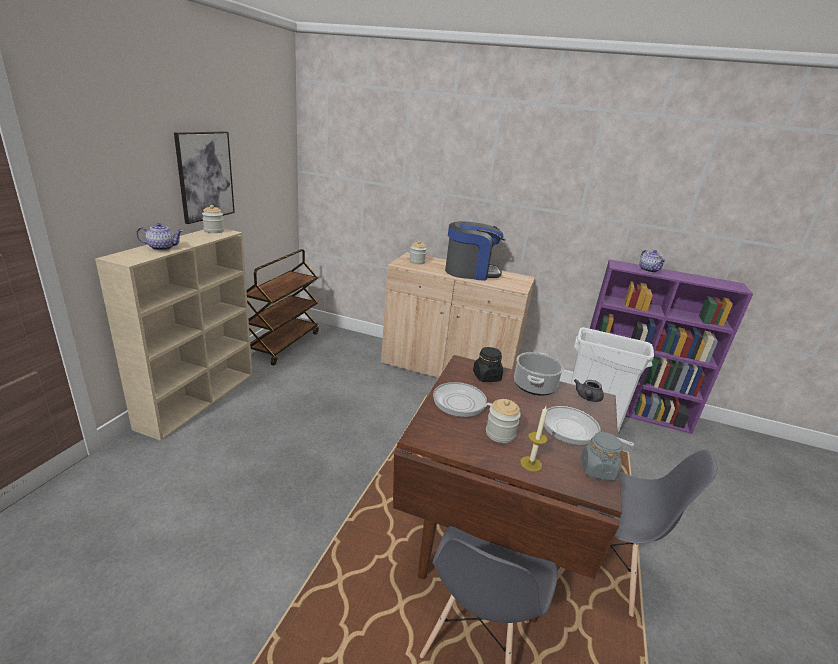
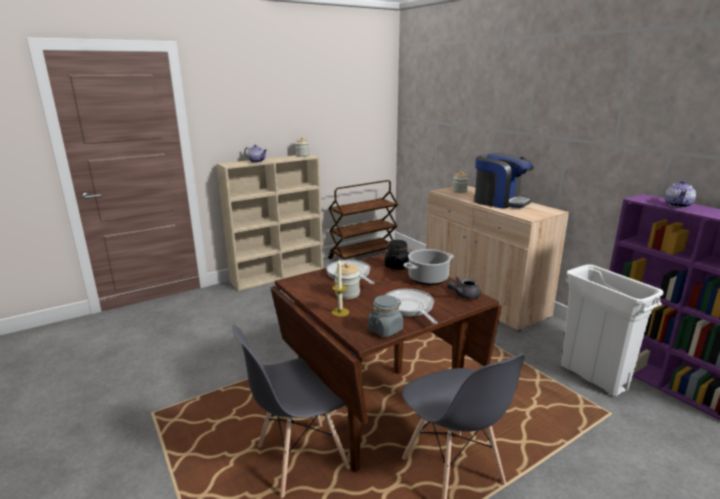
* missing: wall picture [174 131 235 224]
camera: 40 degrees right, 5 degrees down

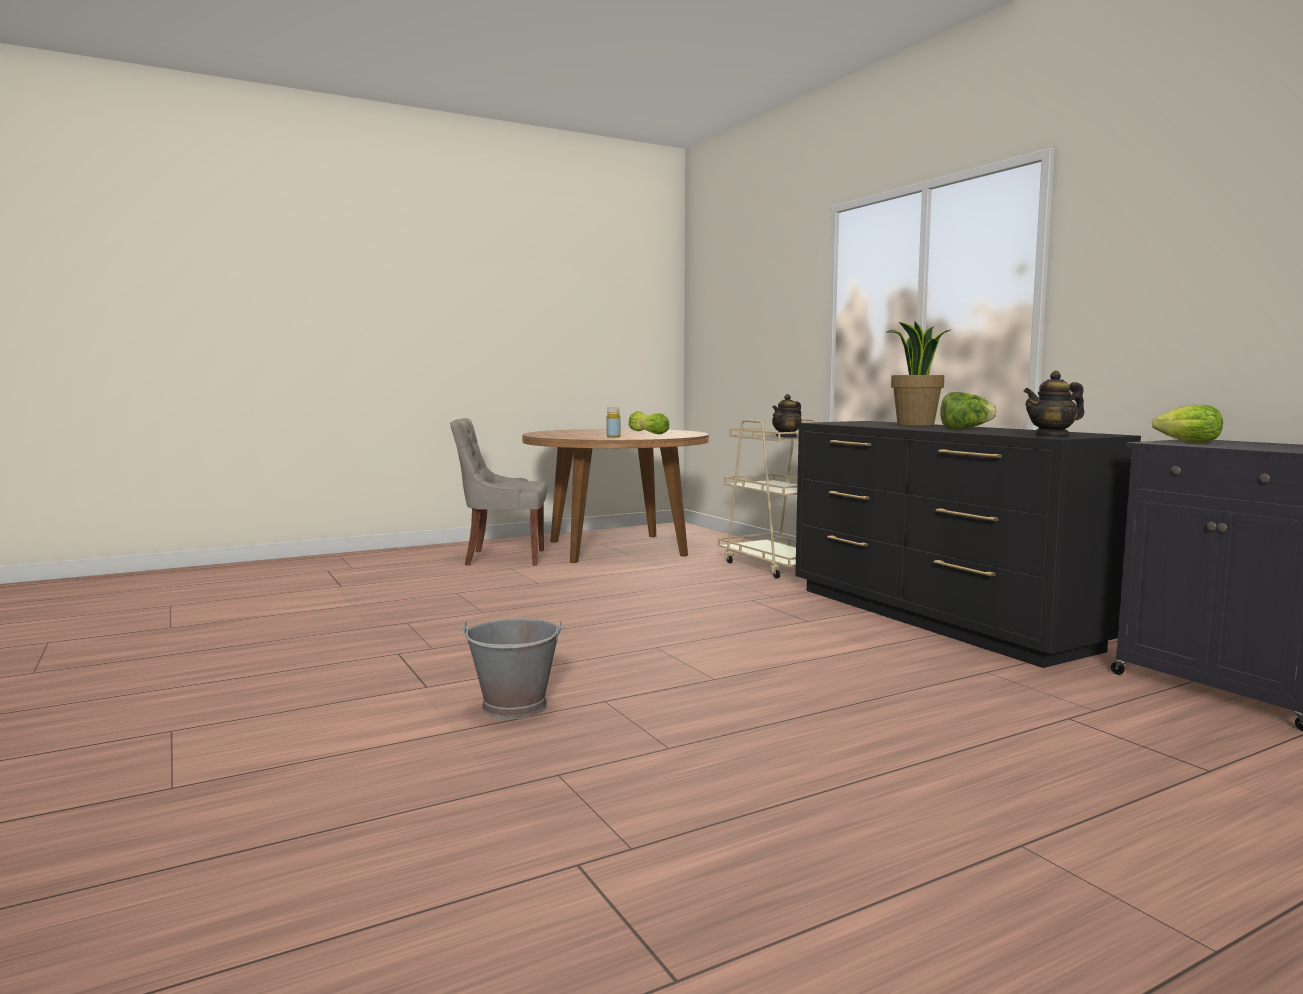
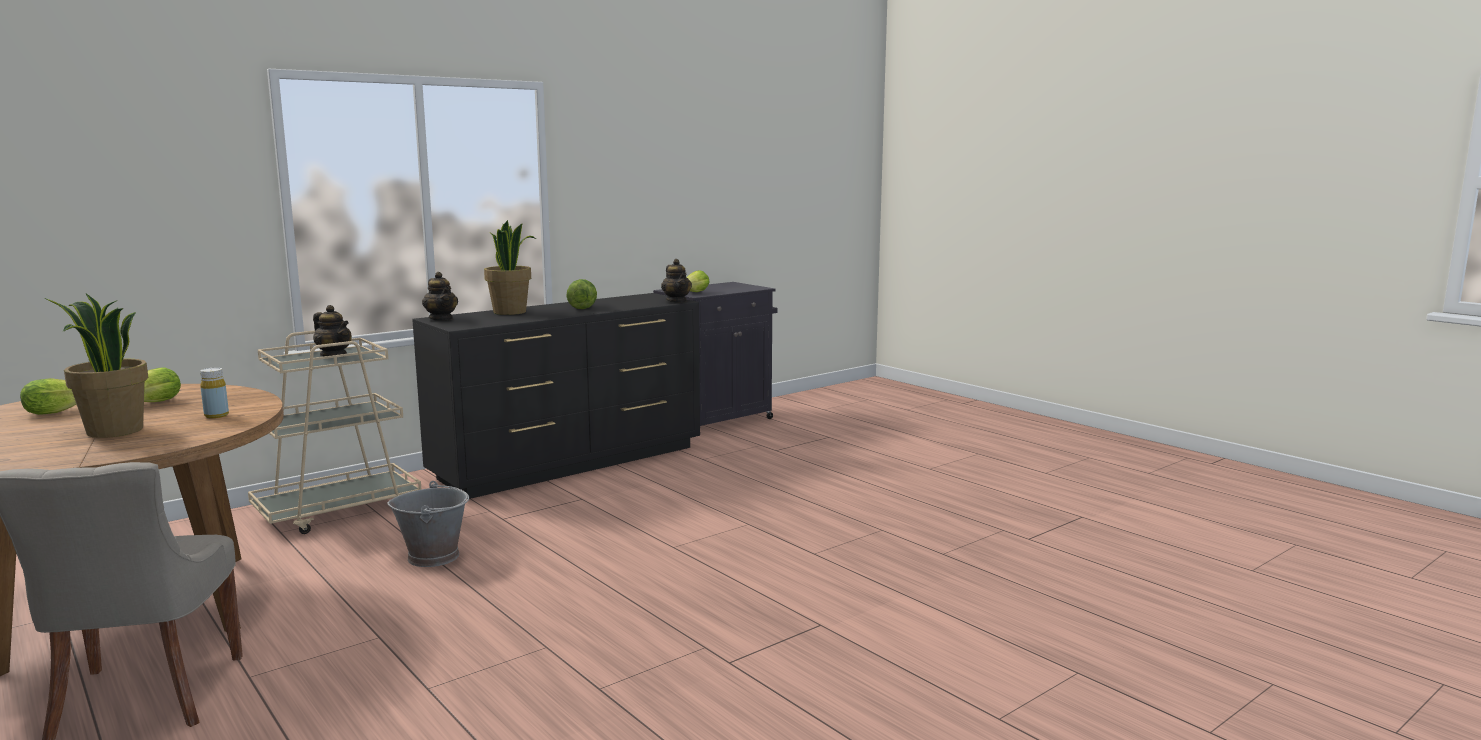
* appeared: houseplant [45 294 149 438]
* appeared: pot for tea [422 272 458 320]
* relocated: water bucket/gray [460 618 565 719] to [387 481 469 567]
camera: 100 degrees left, 5 degrees up

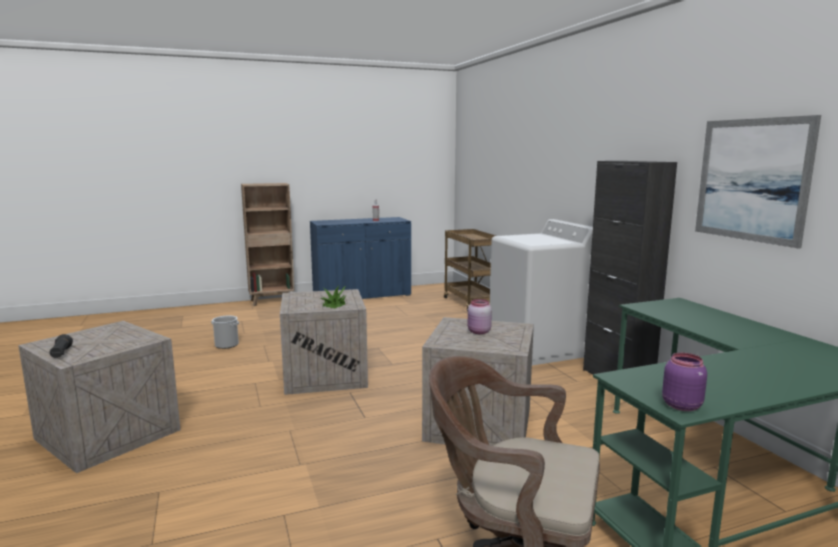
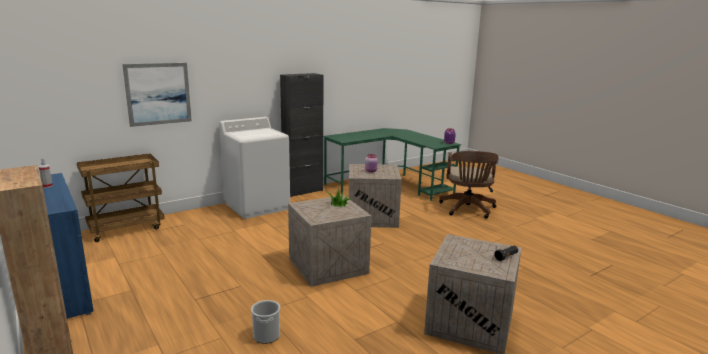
* relocated: wall picture [695 115 821 249] to [122 63 192 127]
camera: 105 degrees left, 5 degrees up

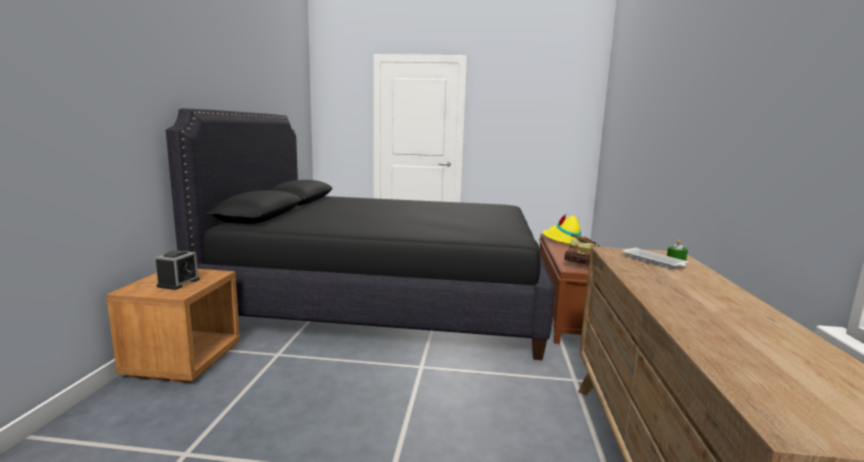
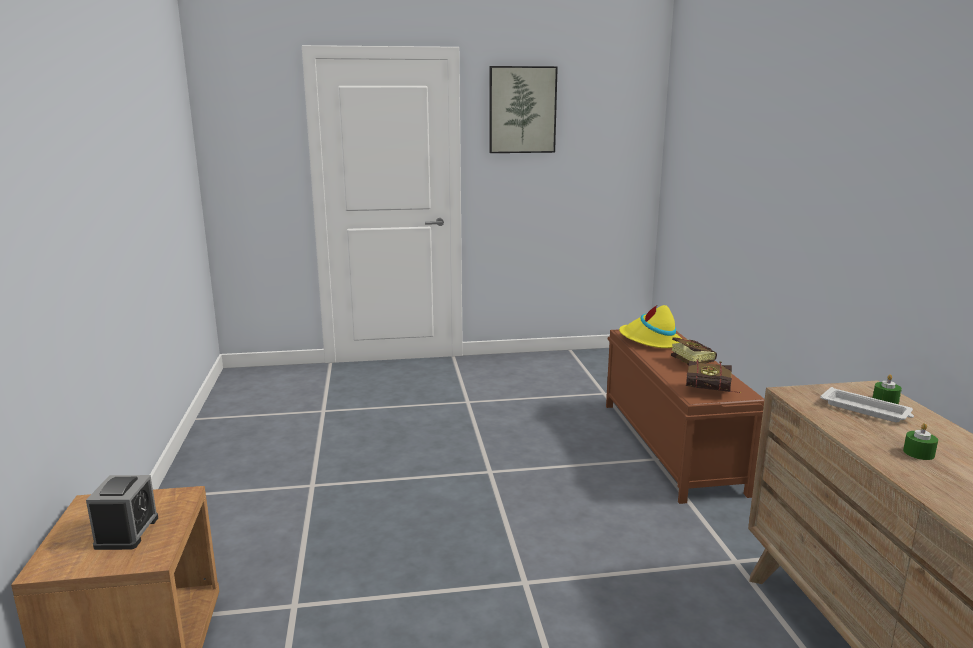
* missing: sleeping bed/blackish [166 108 554 360]
* appeared: wall picture [489 66 558 153]
* appeared: wax light/green [903 423 938 460]
camera: 15 degrees left, 5 degrees up

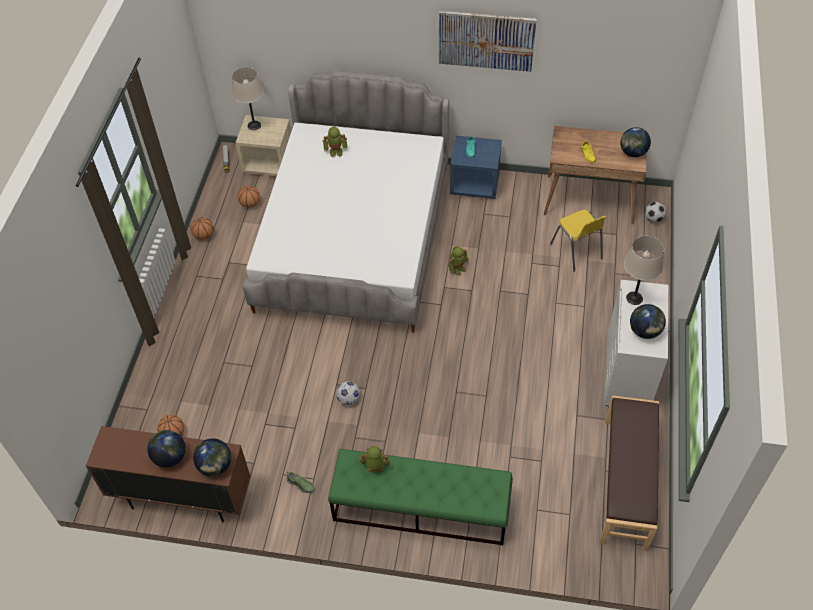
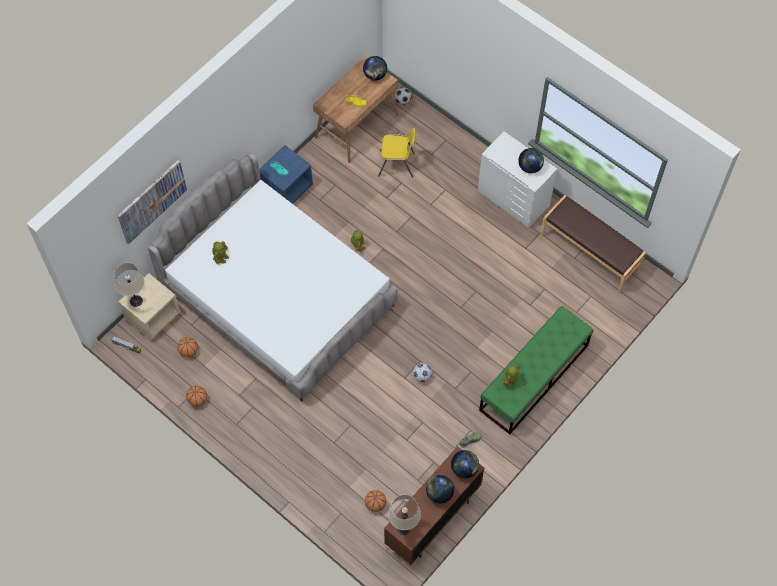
* relocated: wall picture [439 11 537 72] to [117 160 187 244]
* relocated: lamp for a table/sand-coloured [624 236 664 305] to [388 495 421 535]
camera: 60 degrees left, 10 degrees up

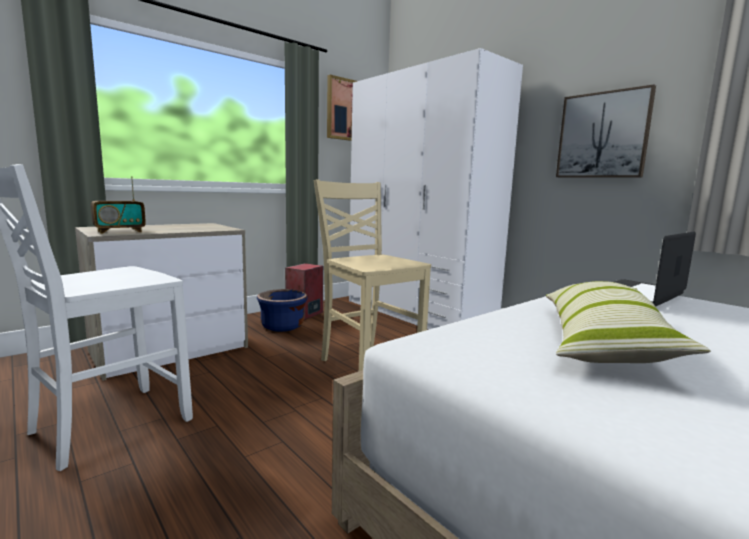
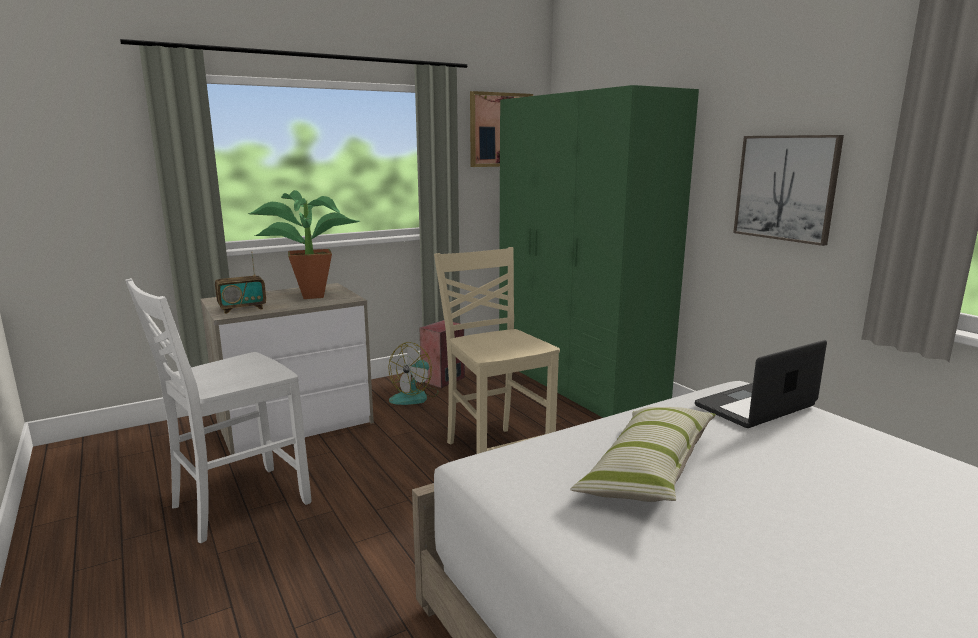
* appeared: houseplant [248 190 360 299]
* exchanged: plant pot/bluish [257 289 307 332] to fan [388 342 439 405]
* colour: wardrobe/white-coloured [349 48 523 330] to wardrobe/green [499 85 699 418]
camera: 10 degrees right, 5 degrees up

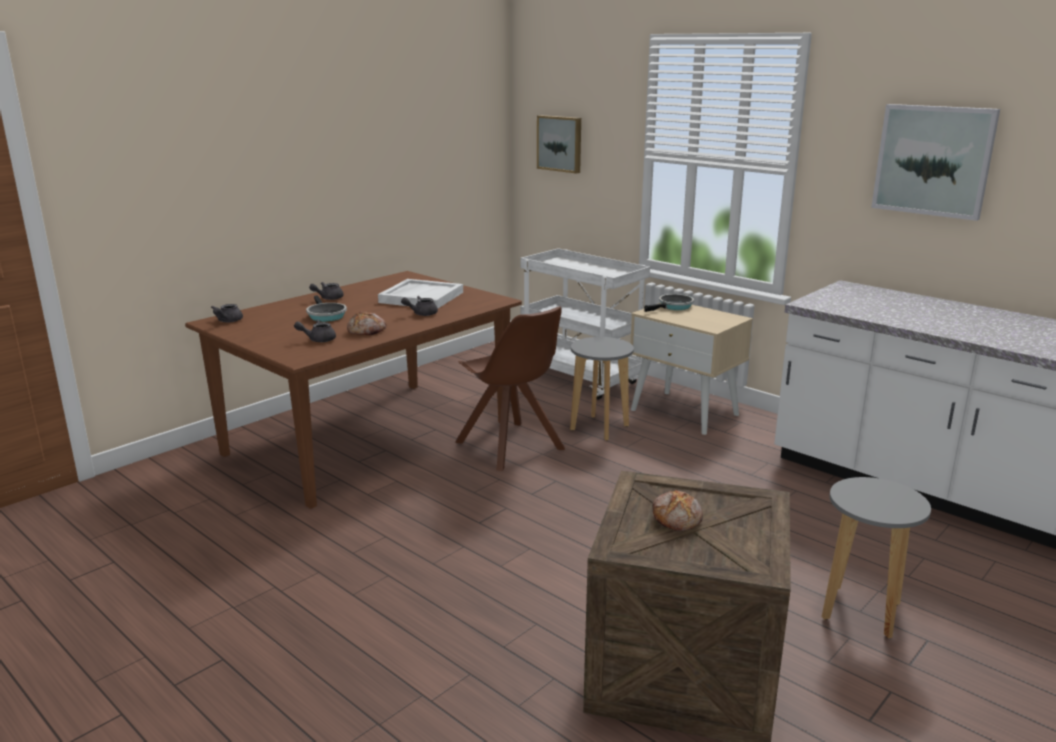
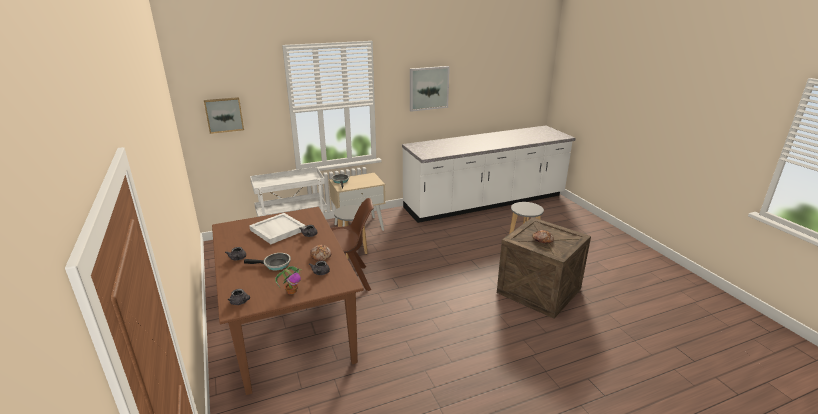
* appeared: houseplant [275 266 301 294]
camera: 65 degrees left, 5 degrees up

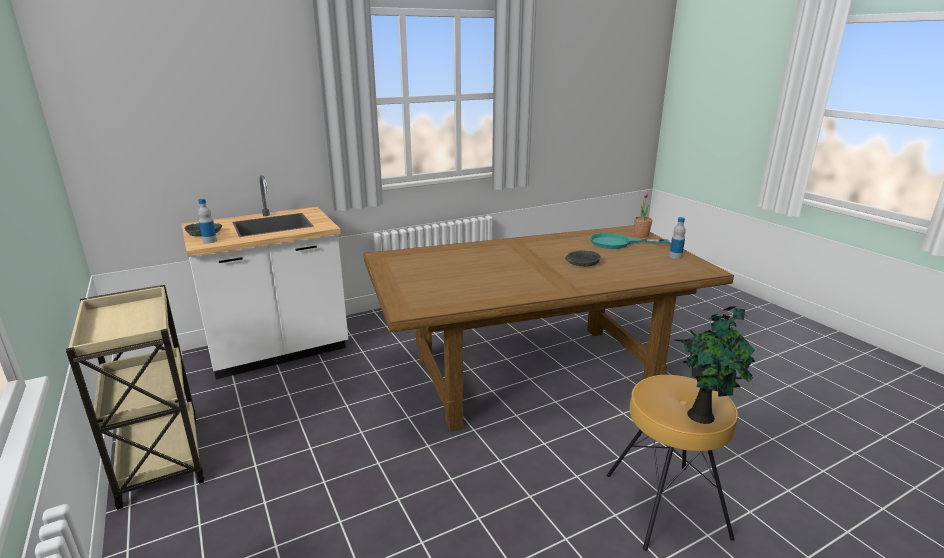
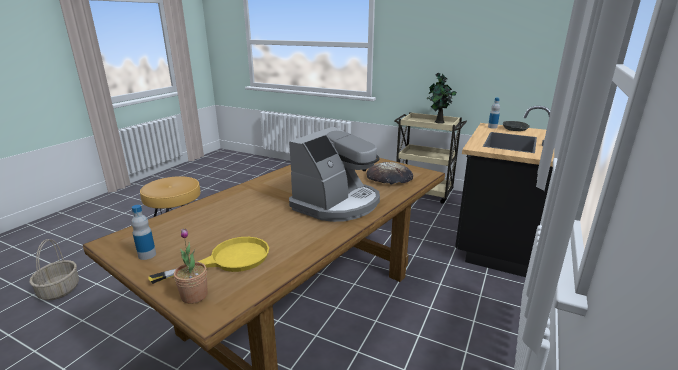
* missing: deep dish/gray [565 250 601 267]
* appeared: basket [29 239 79 300]
* appeared: coffee machine [289 126 380 222]
* appeared: baked bread [367 162 413 185]
* relocated: houseplant [675 306 756 424] to [427 72 457 124]
* colour: kitchen base unit/white-coloured [181 175 348 379] to kitchen base unit/blackish [455 106 554 277]
* colour: frying pan/blue-green [590 233 670 249] to frying pan/yellow-coloured [149 237 269 284]
camera: 145 degrees right, 0 degrees up

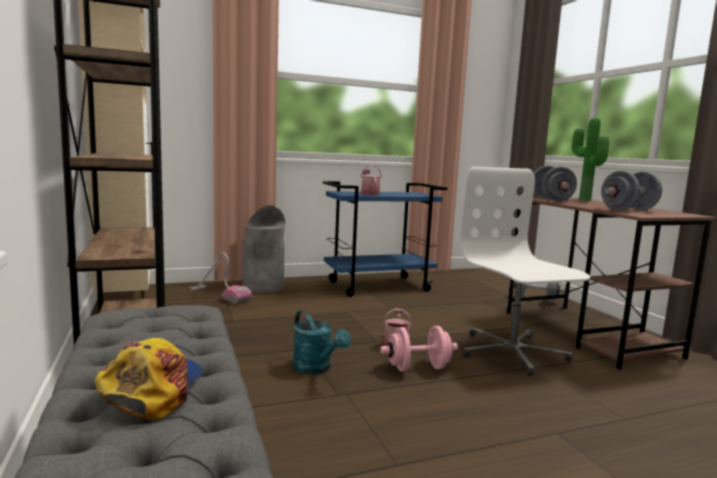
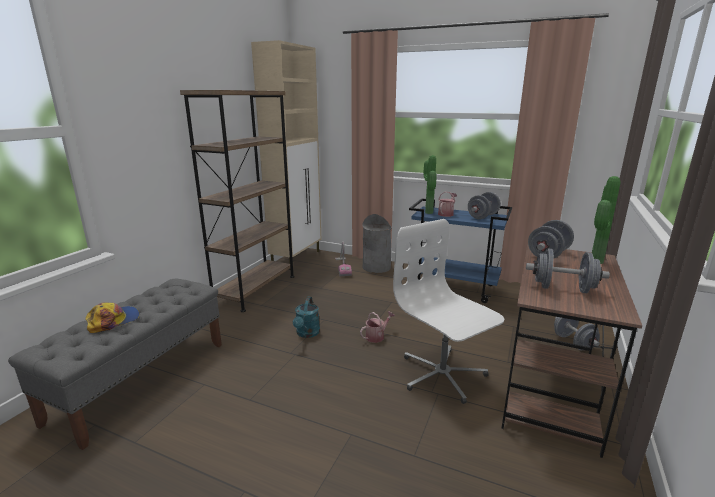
* missing: free weight/pink-coloured [380 326 458 371]
* appeared: houseplant [423 155 437 214]
* appeared: free weight/gray [468 192 501 219]
* spun: office chair/white-coloured [460 167 590 376] = [393 219 504 404] 60 degrees counterclockwise
camera: 45 degrees right, 10 degrees up

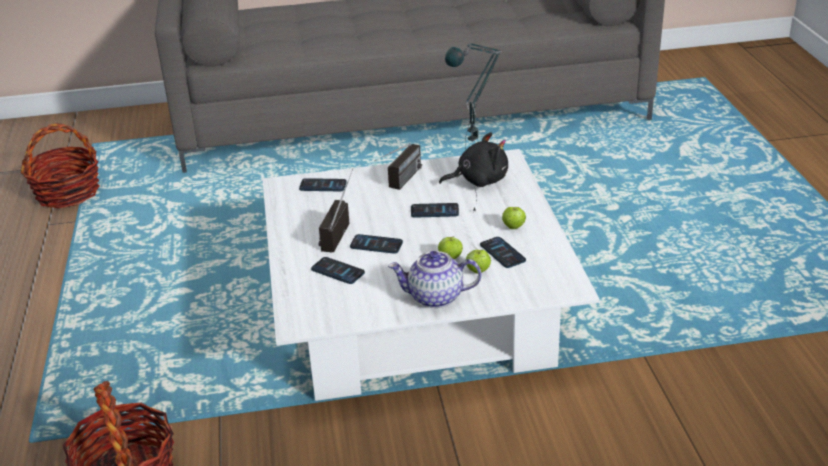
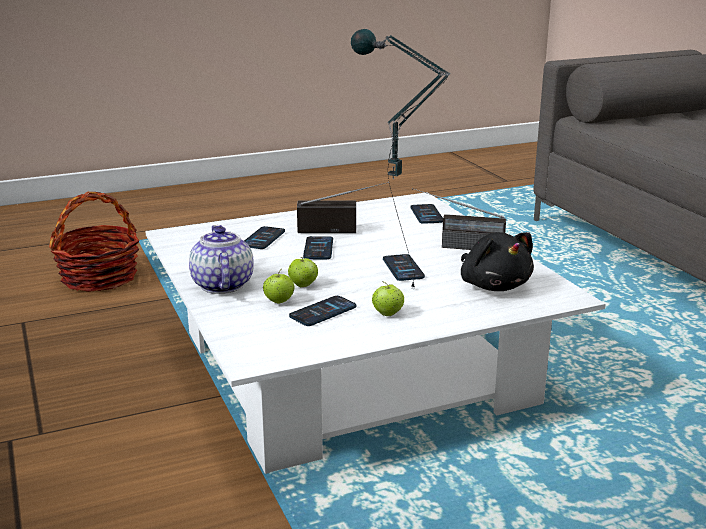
* missing: basket [21 124 100 208]
camera: 75 degrees right, 10 degrees down

